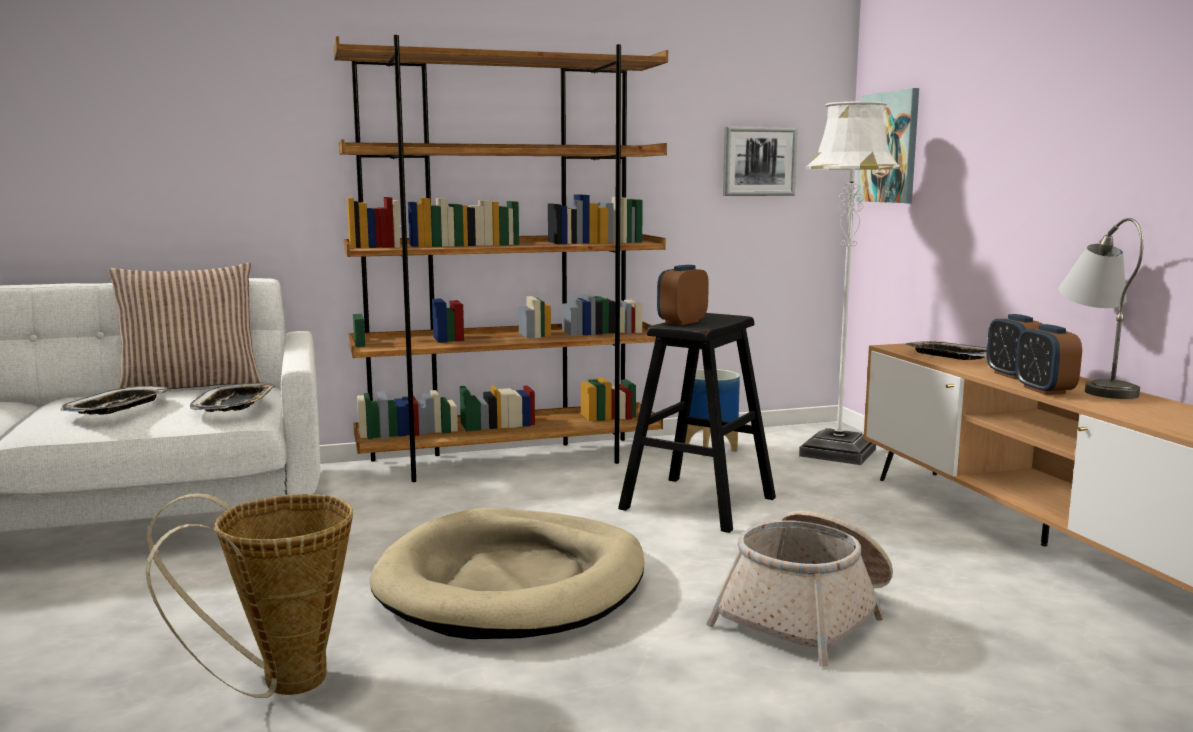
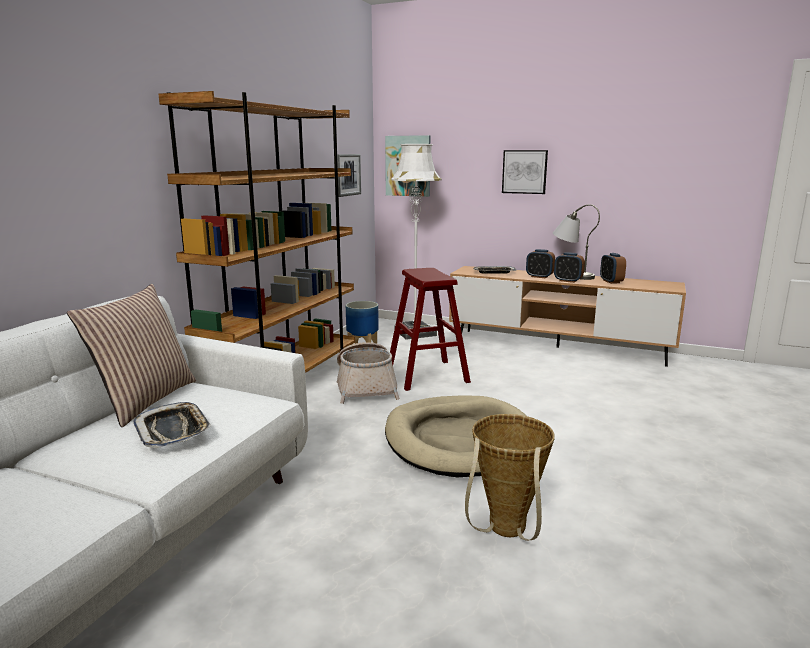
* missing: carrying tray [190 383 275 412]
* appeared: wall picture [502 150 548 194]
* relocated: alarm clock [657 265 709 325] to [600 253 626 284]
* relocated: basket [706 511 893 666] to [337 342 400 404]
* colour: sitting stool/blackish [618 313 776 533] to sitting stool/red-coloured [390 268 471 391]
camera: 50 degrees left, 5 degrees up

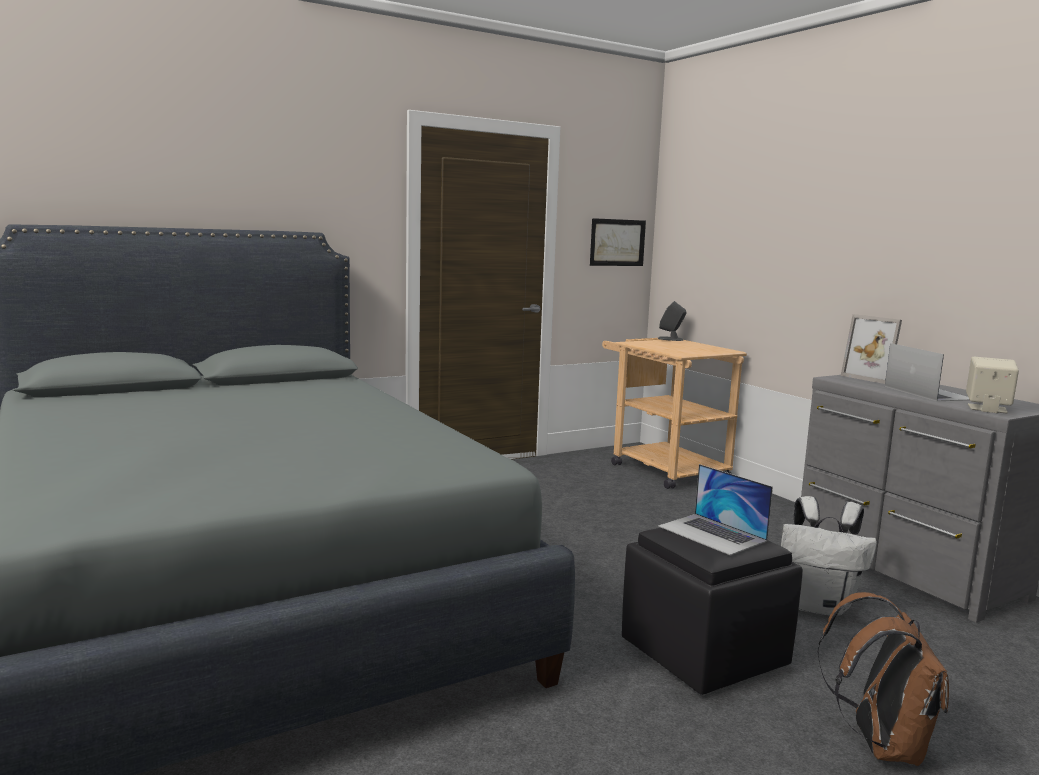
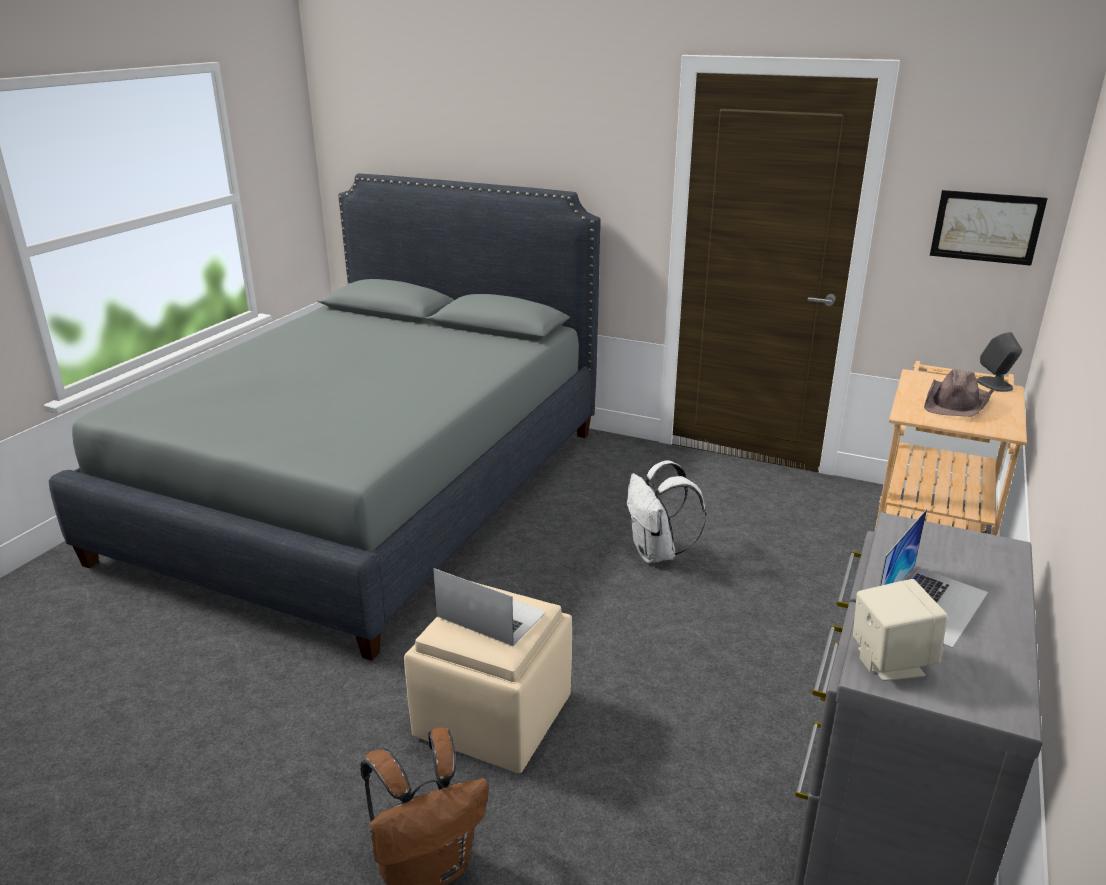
* missing: picture frame [841 314 902 384]
* appeared: wearable hat/brown-coloured [924 369 994 417]
* relocated: rucksack/white-coloured [781 496 877 616] to [627 460 706 563]
* colour: footrest/blackish [622 528 803 695] to footrest/sand-coloured [404 581 572 773]
* spun: laptop [658 464 773 555] = [433 568 546 646] 105 degrees clockwise
camera: 55 degrees right, 15 degrees up

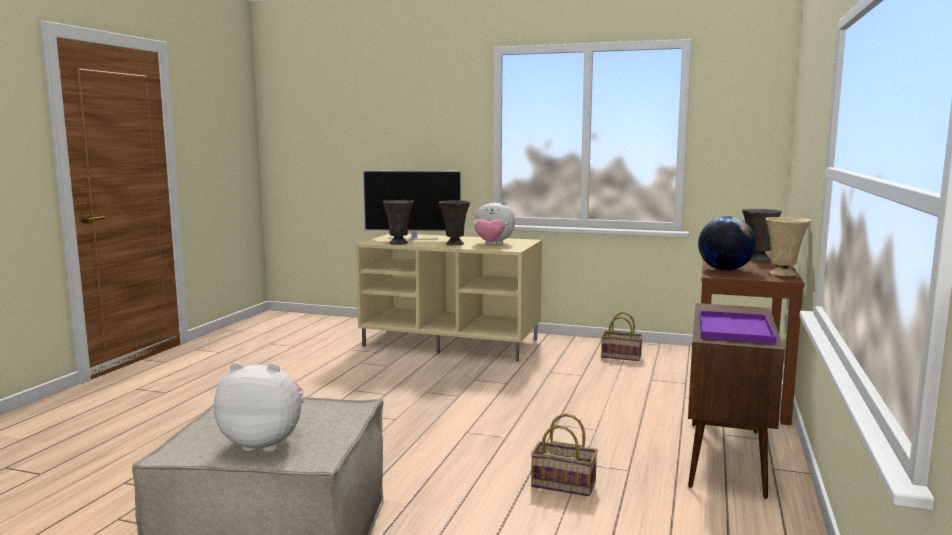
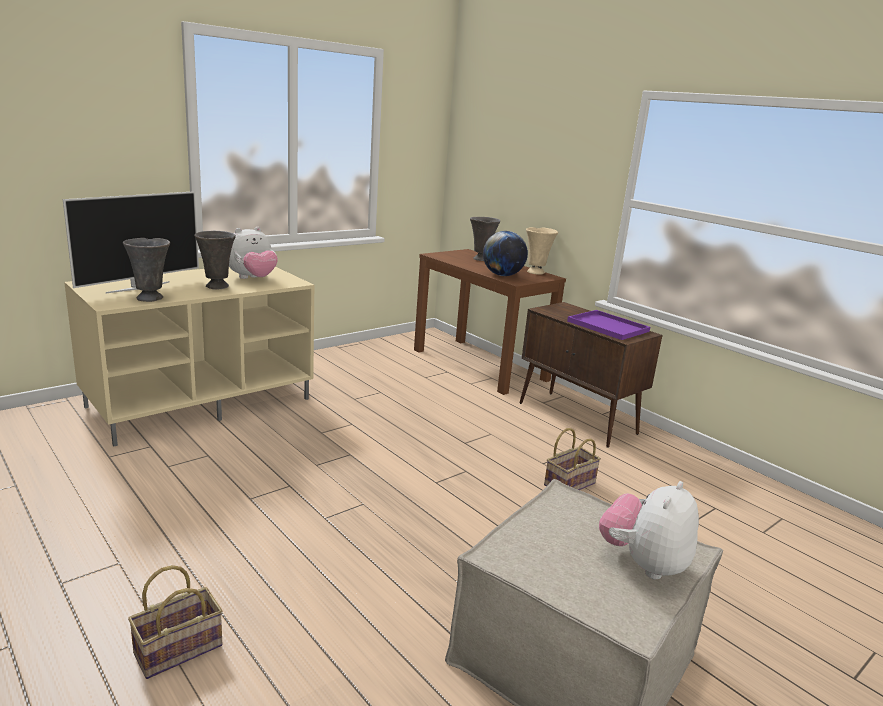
* relocated: basket [601 312 643 361] to [128 565 222 679]
camera: 60 degrees left, 10 degrees up

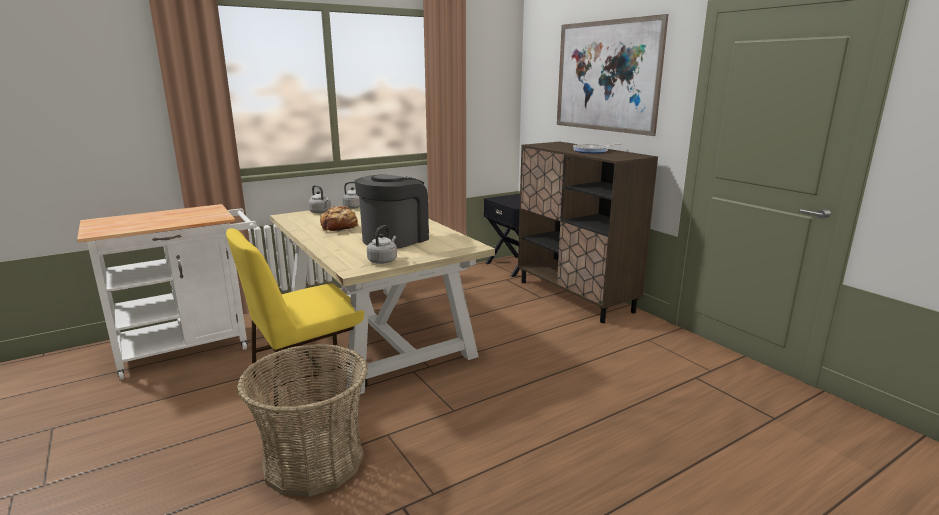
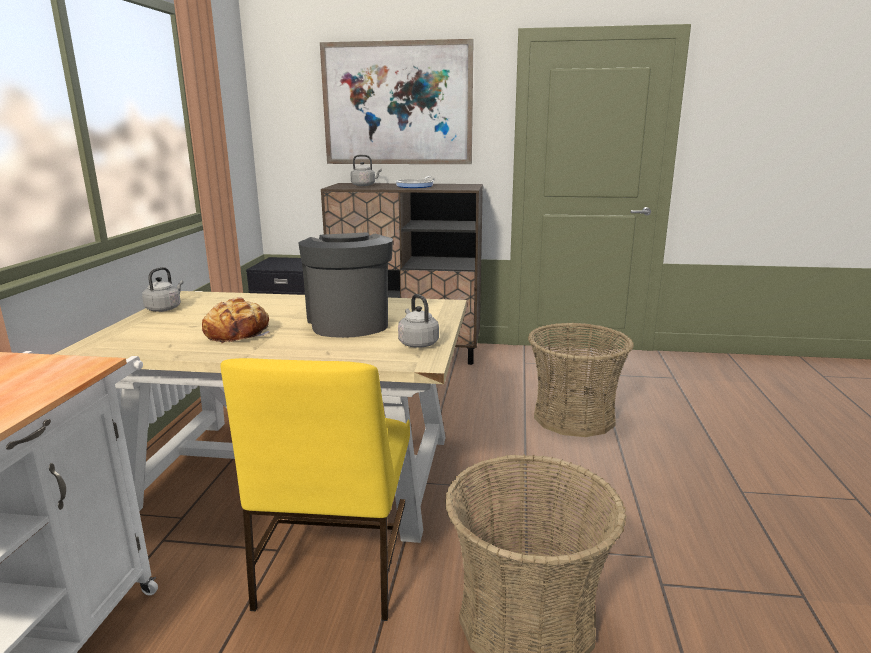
* appeared: basket [528 322 634 437]
* relocated: kettle/gray [308 185 331 213] to [351 155 382 186]
camera: 50 degrees left, 0 degrees up

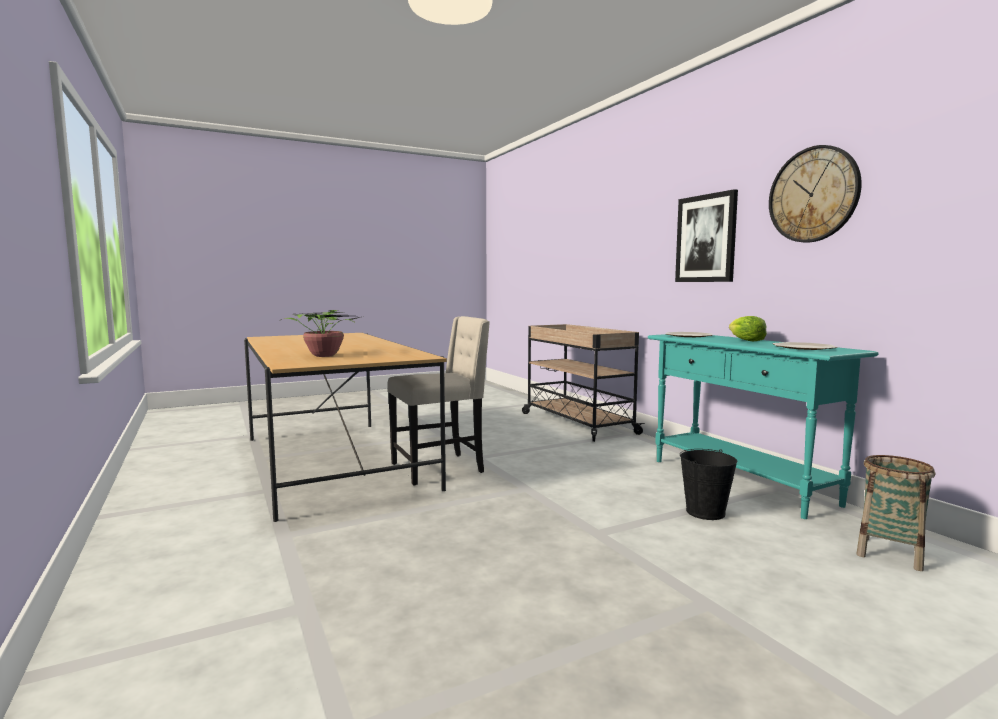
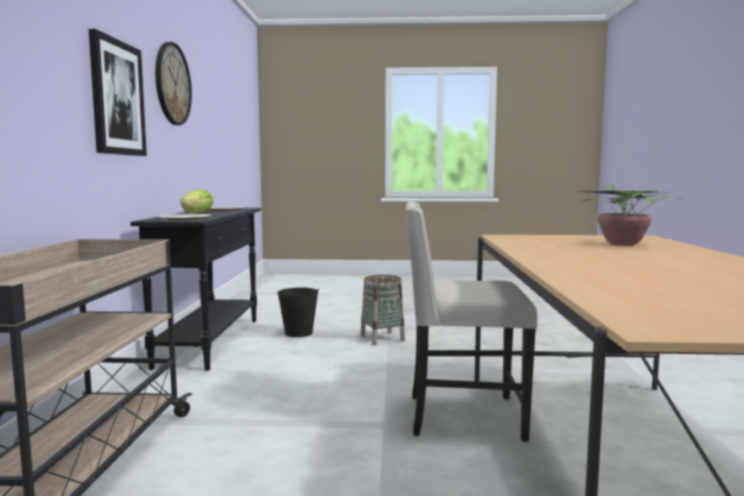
* relocated: basket [856 455 935 571] to [360 275 405 345]
* colour: console table/blue-green [648 334 878 519] to console table/blackish [130 208 261 371]
camera: 150 degrees left, 0 degrees up

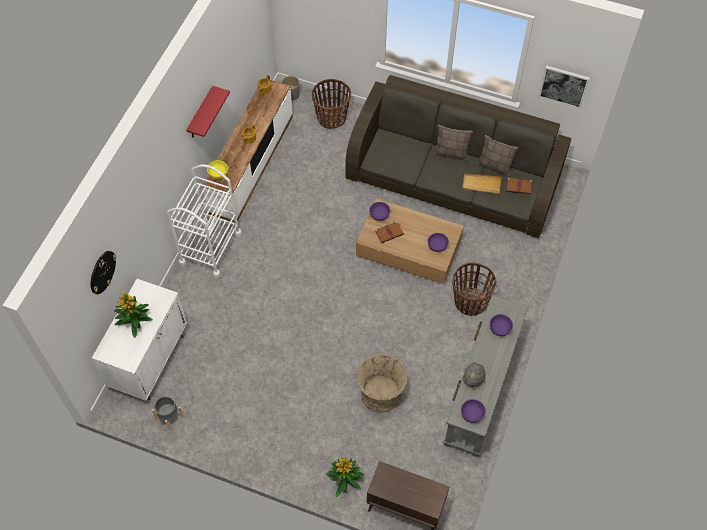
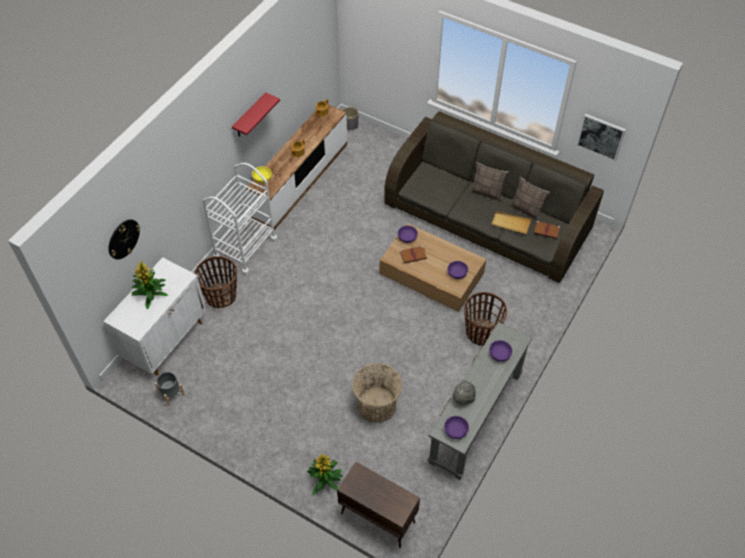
* relocated: basket [312 79 351 129] to [194 256 237 308]
camera: 10 degrees right, 5 degrees down

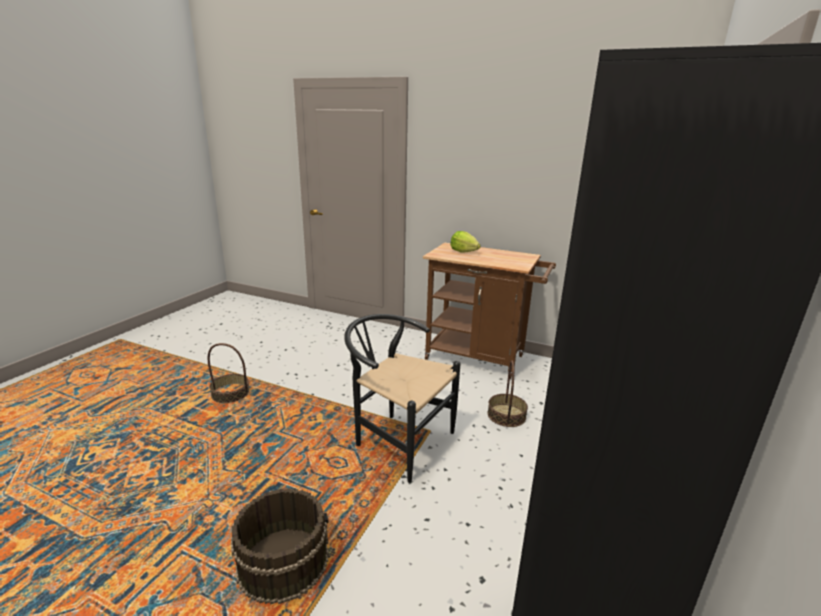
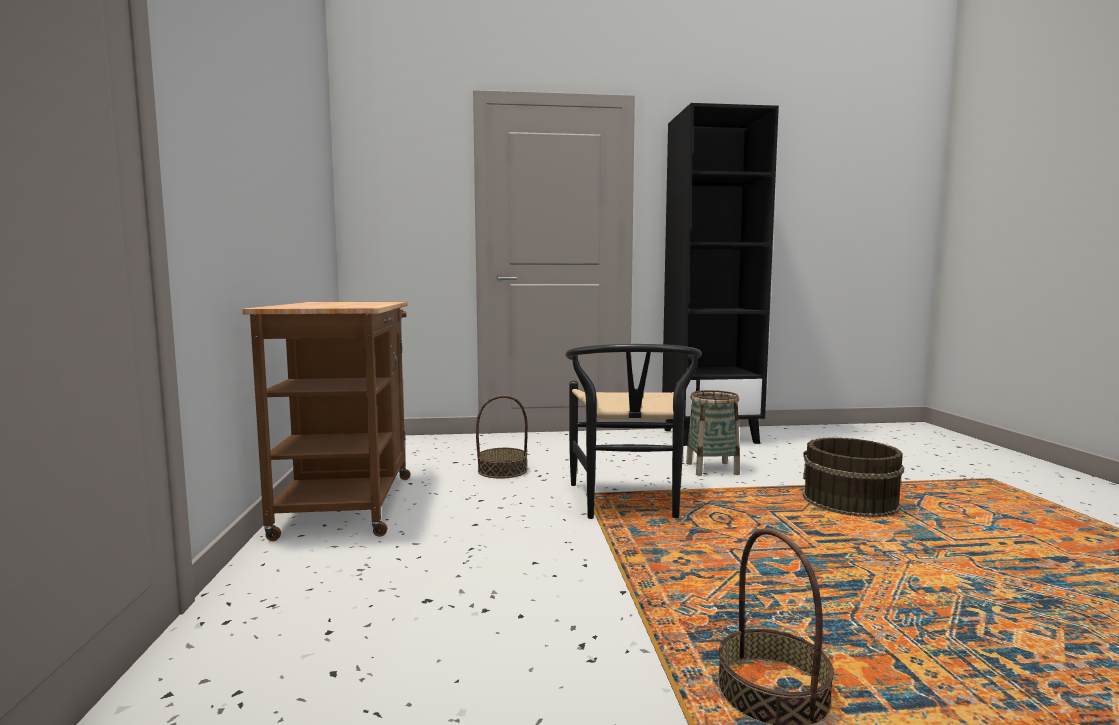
* missing: head of lettuce [450 231 481 252]
* appeared: basket [686 390 740 476]
camera: 120 degrees left, 15 degrees down

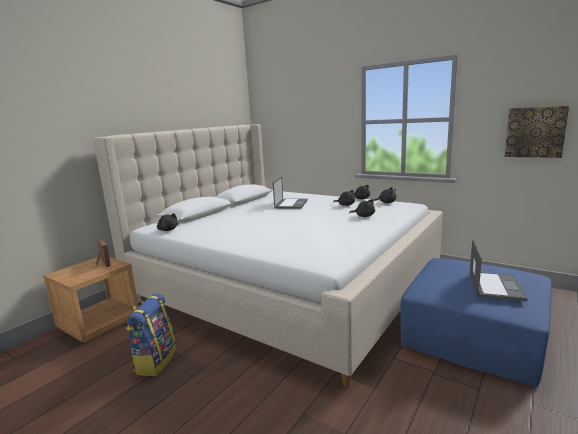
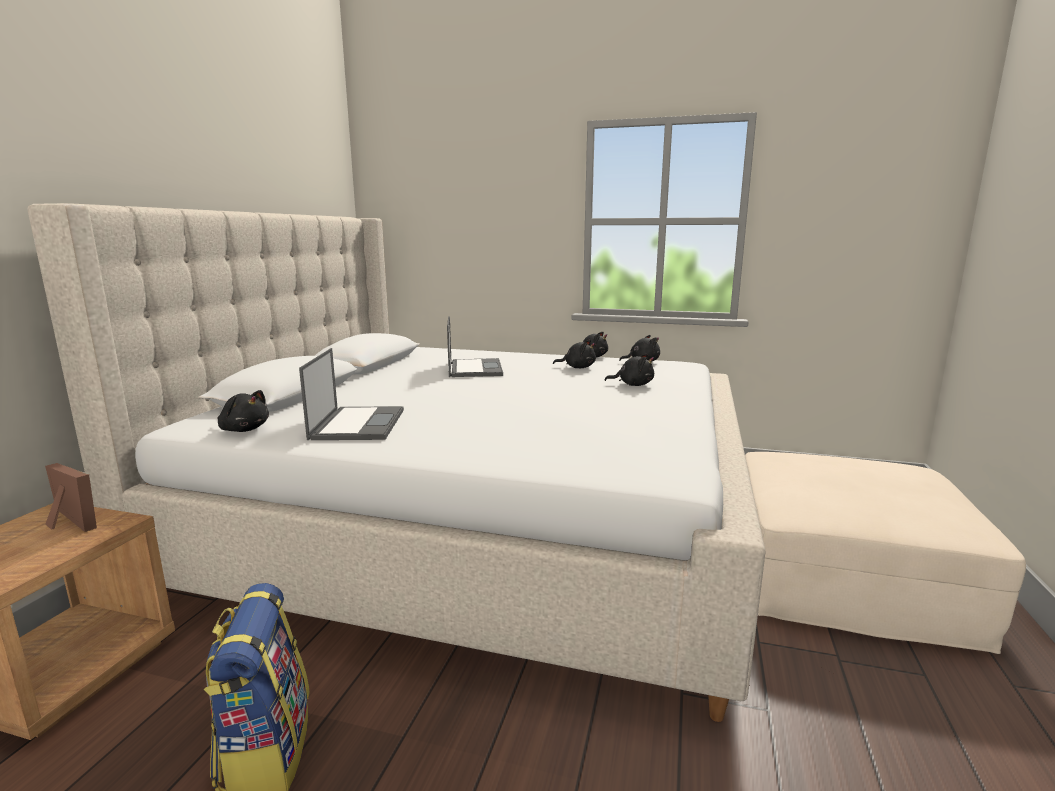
* missing: wall picture [504 106 569 158]
* relocated: laptop [470 240 527 301] to [299 348 404 440]
* colour: footrest/bluish [400 258 552 387] to footrest/sand-coloured [745 452 1026 654]
camera: 20 degrees left, 0 degrees up

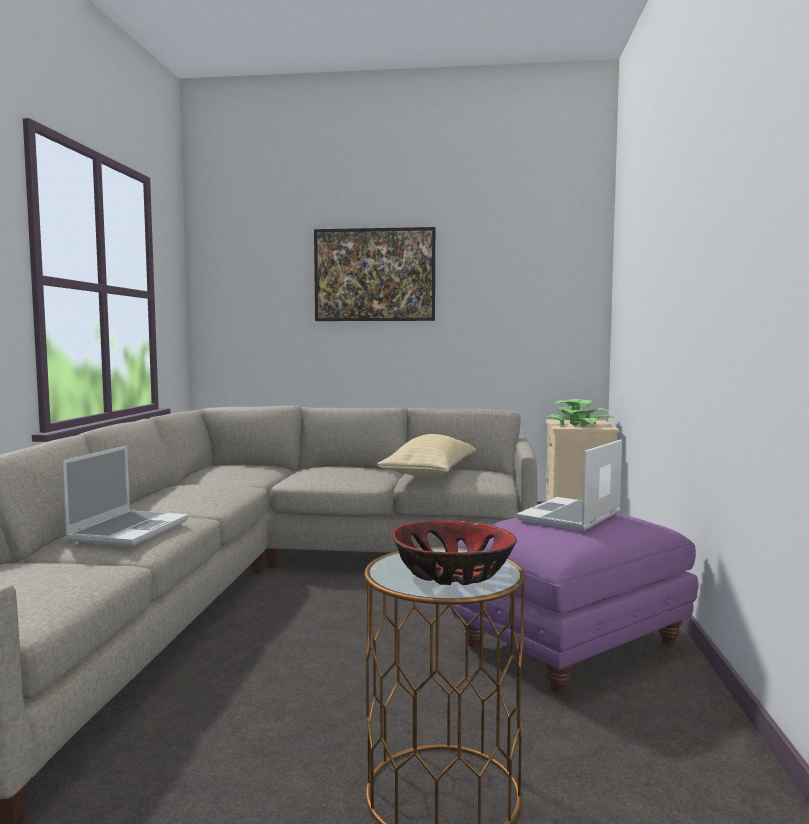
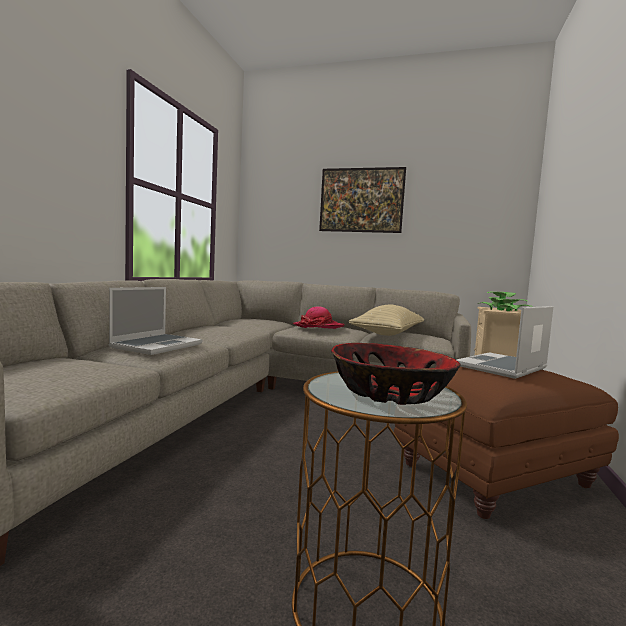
* appeared: wearable hat [293 306 345 329]
* colour: footrest/purple-coloured [451 513 699 694] to footrest/brown-coloured [394 367 619 519]
camera: 10 degrees right, 0 degrees up

